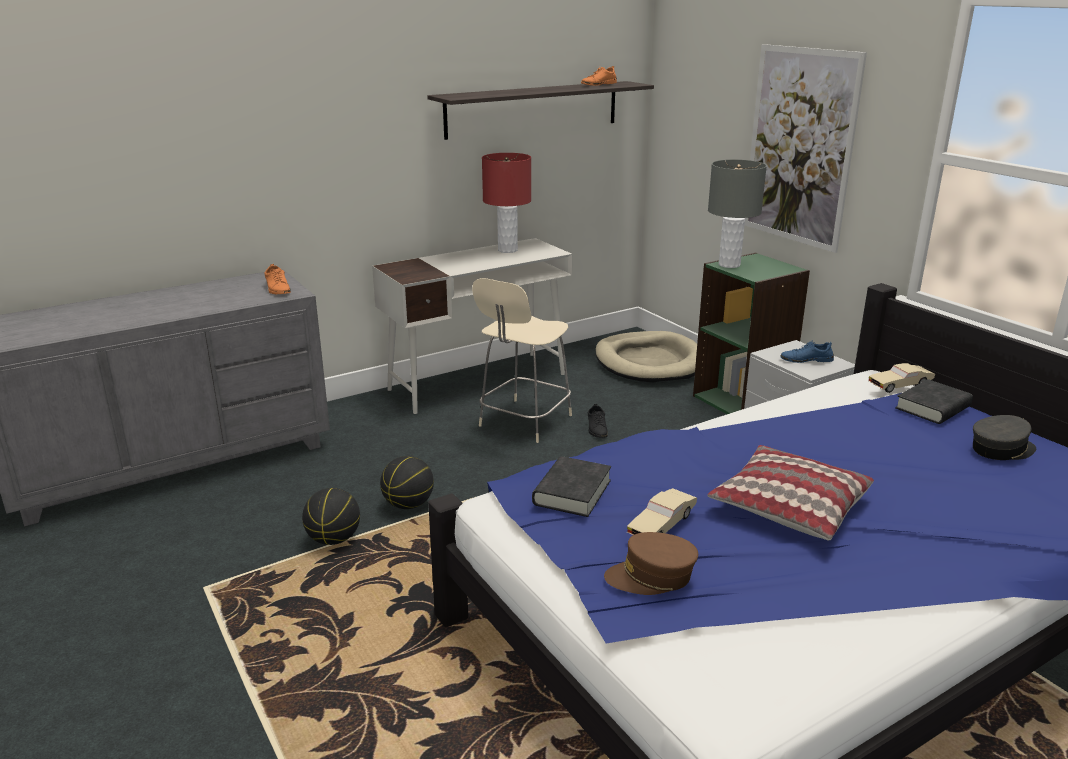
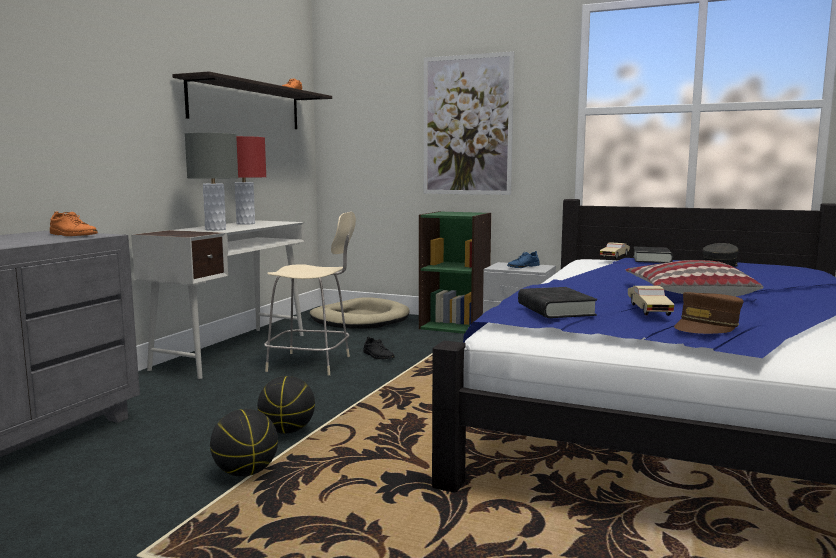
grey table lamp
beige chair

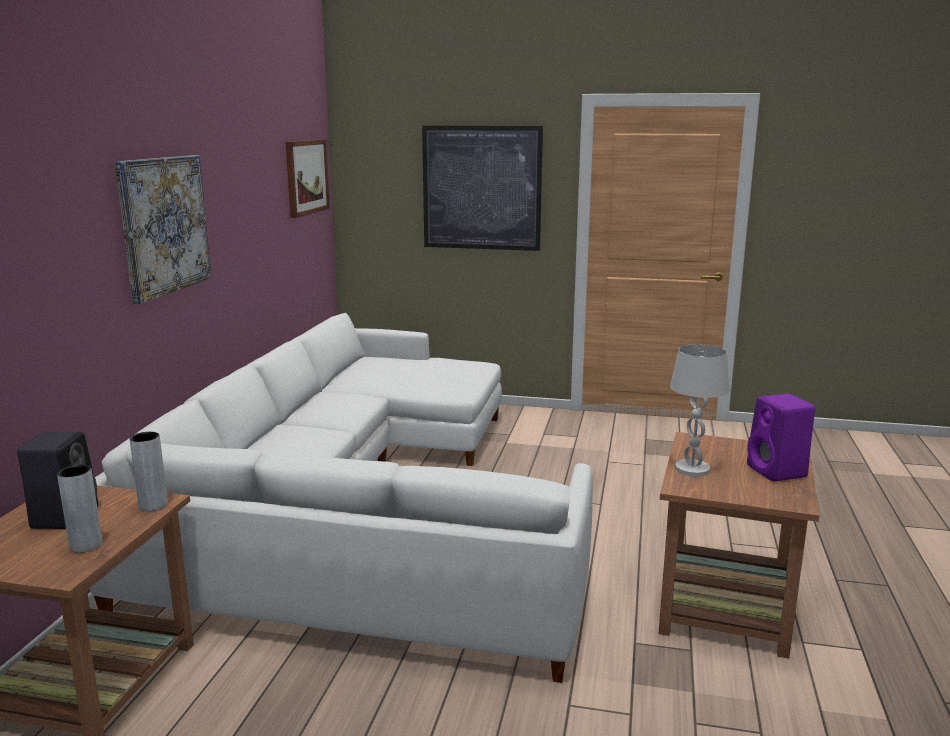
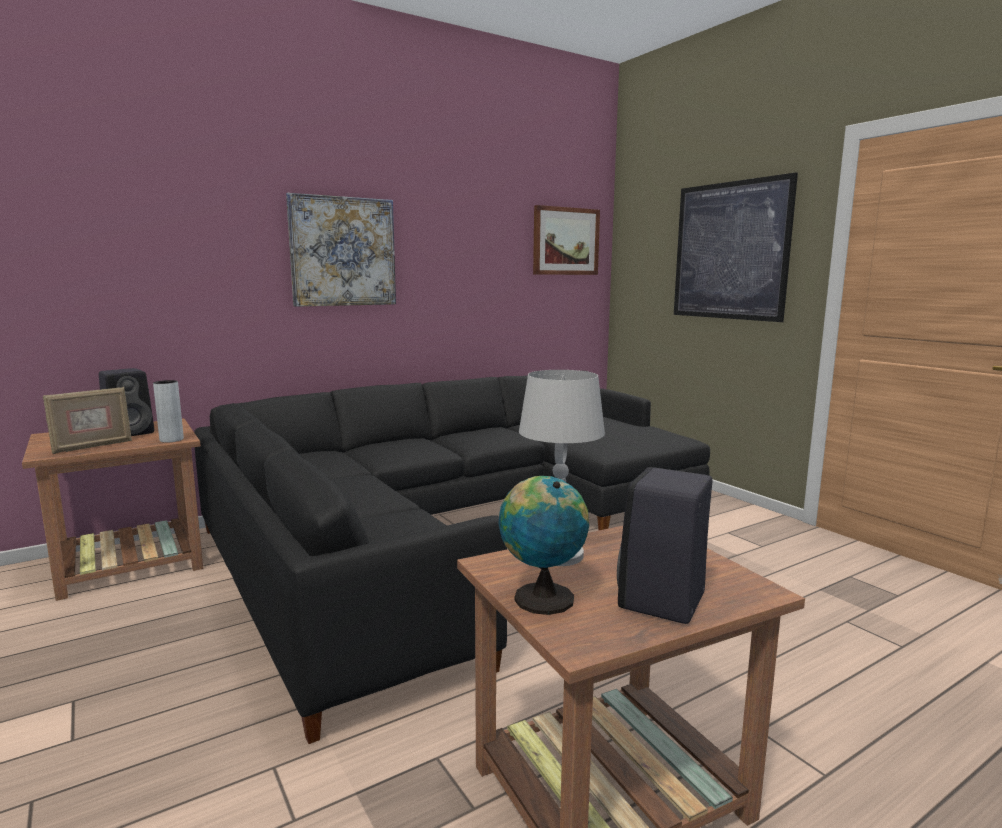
globe
picture frame
black sofa
black speaker (2nd from left)

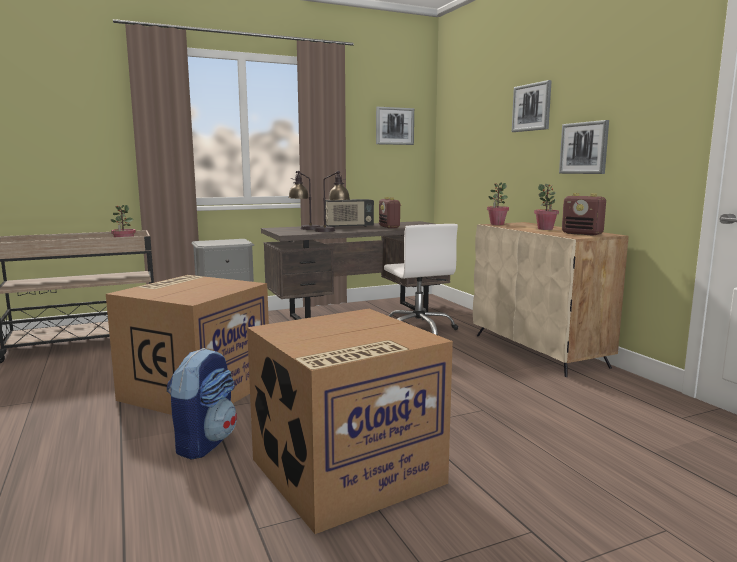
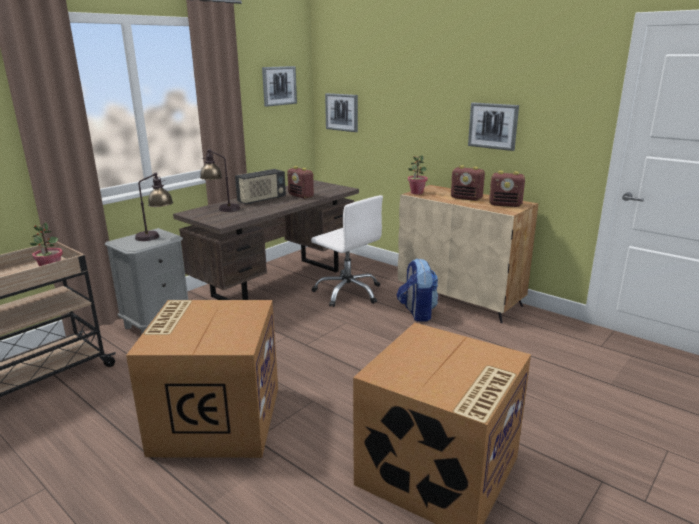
backpack
table lamp (1st from left)
picture (2nd from left)
radio (3rd from left)

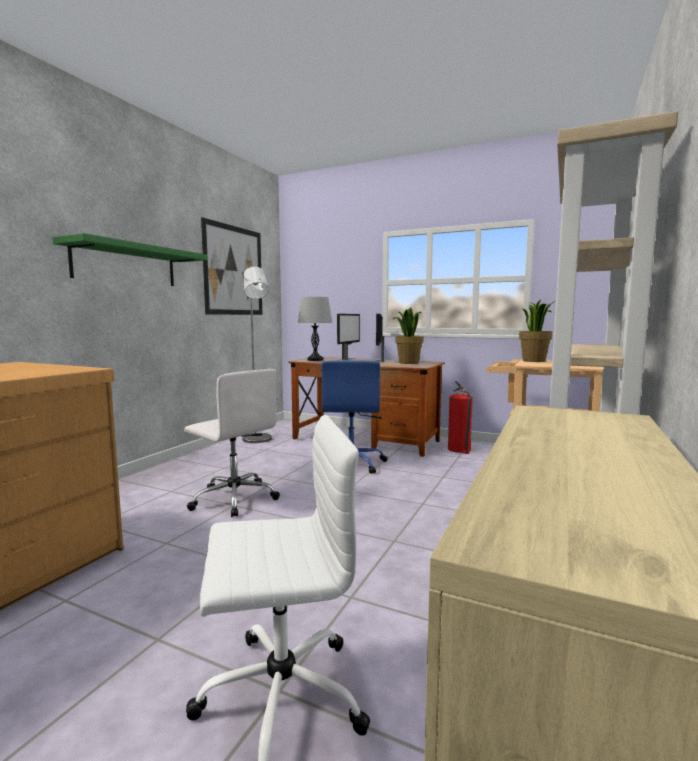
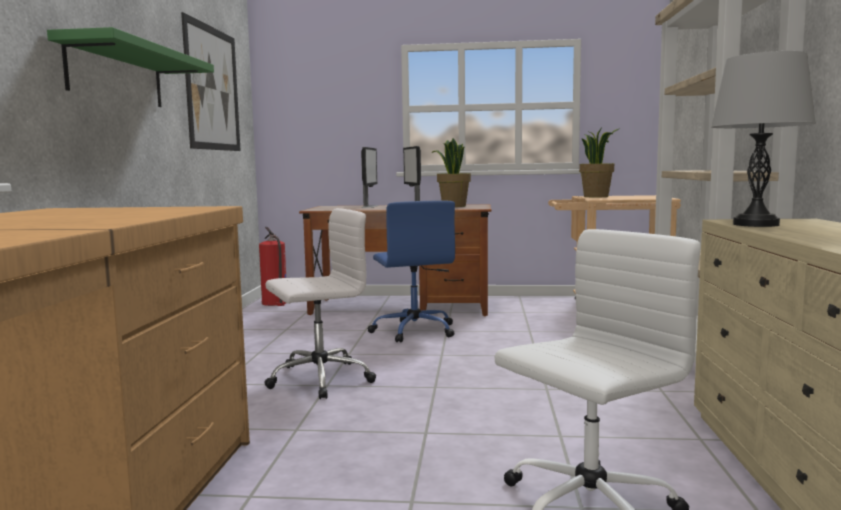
grey floor lamp
grey table lamp
fire extinguisher
white office chair (1st from left)

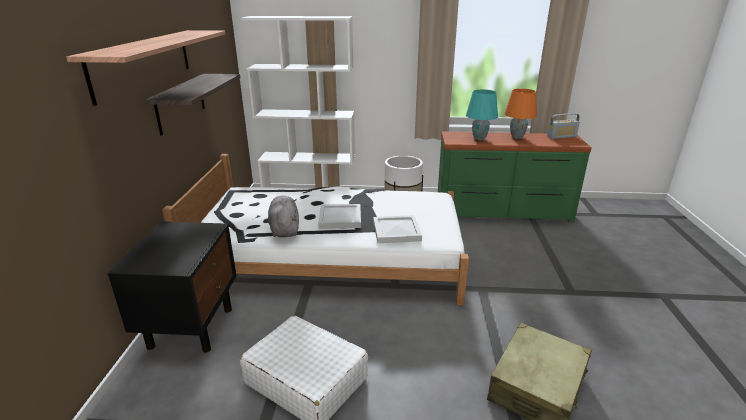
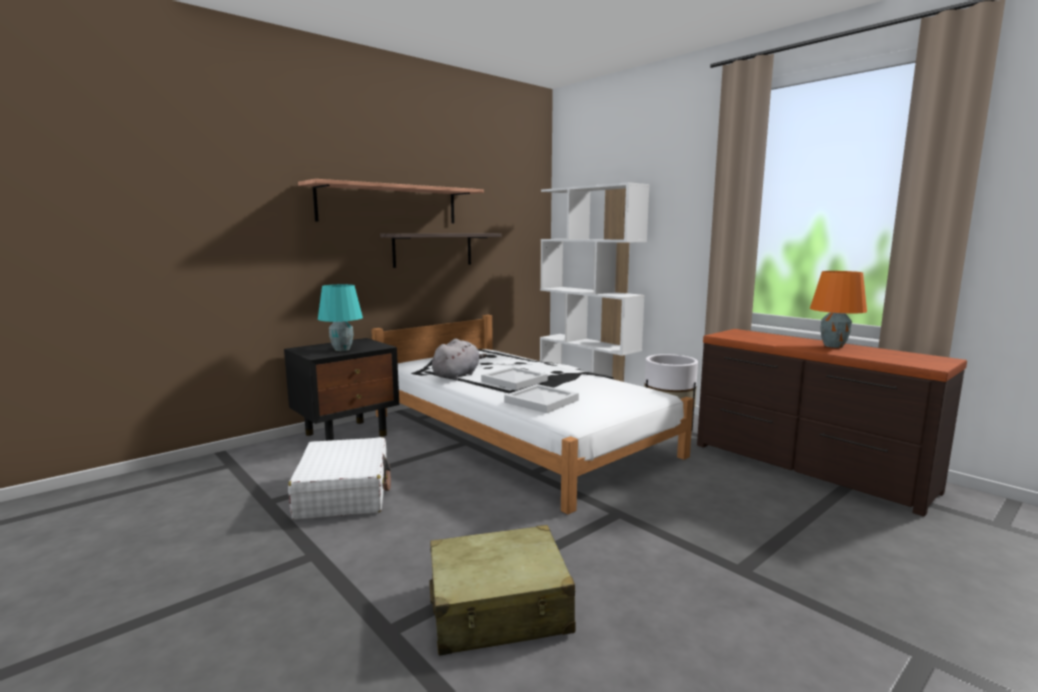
radio
turquoise table lamp
brown dresser

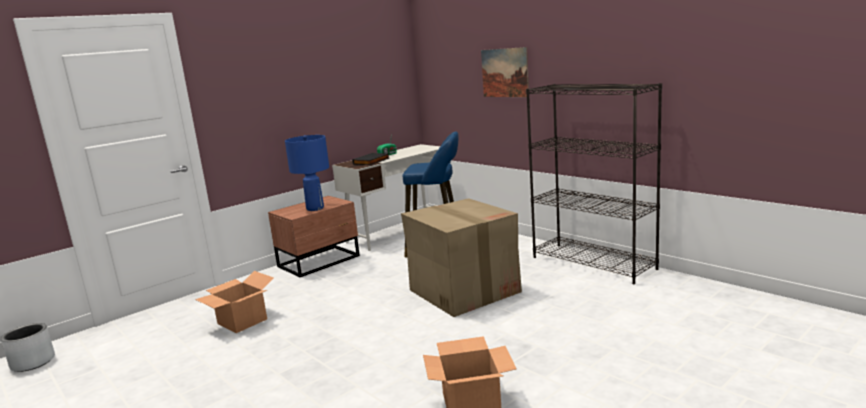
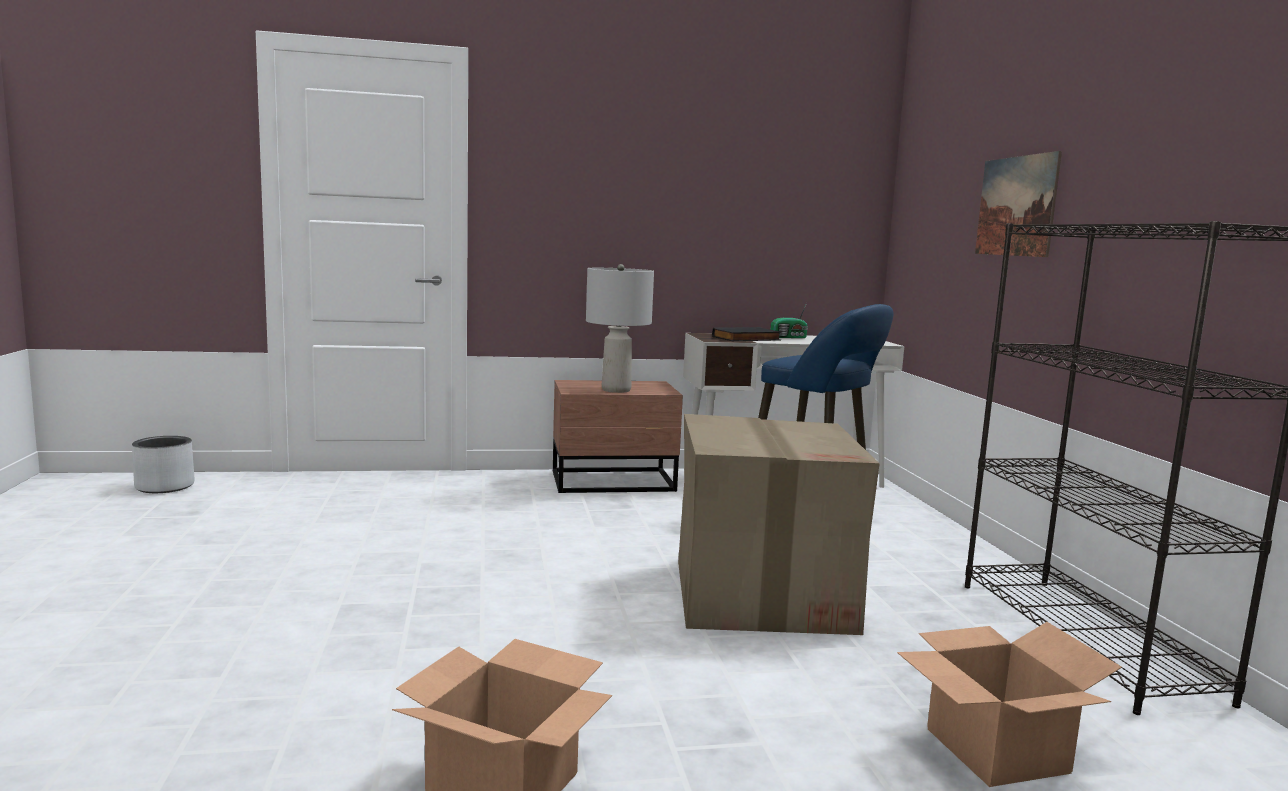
cardboard box (3rd from left)
grey table lamp

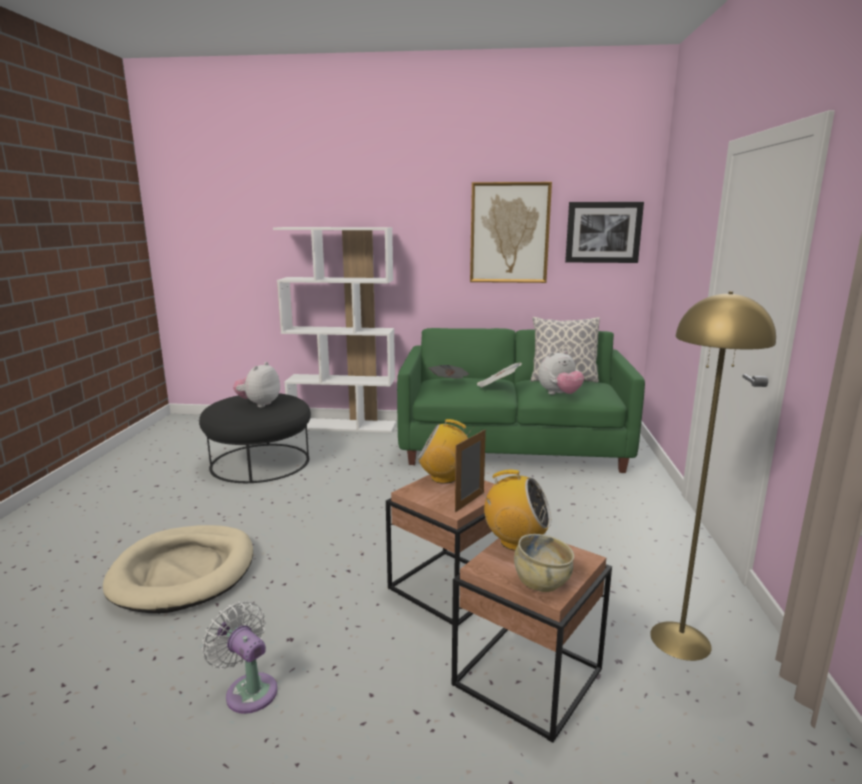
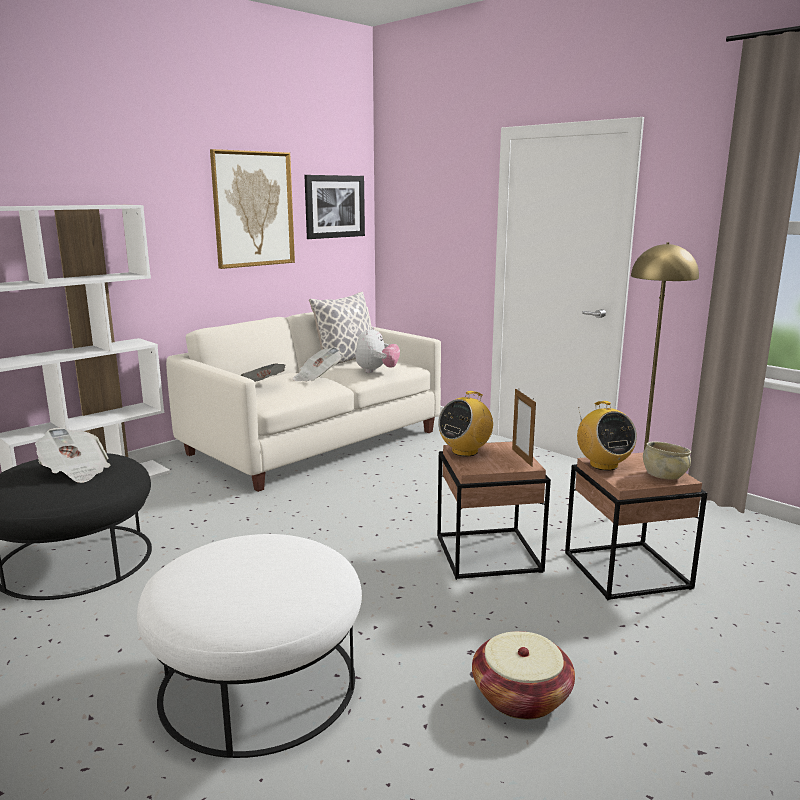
white ottoman
basket
newspaper (1st from left)
white sofa
radio (2nd from left)

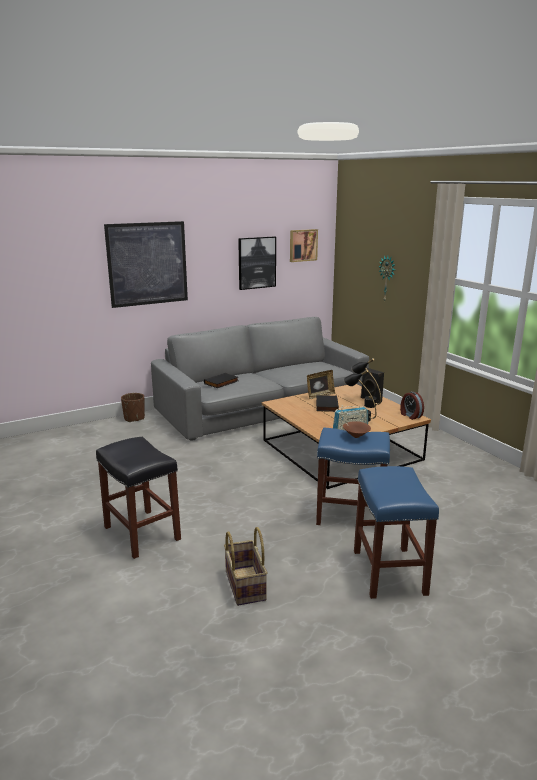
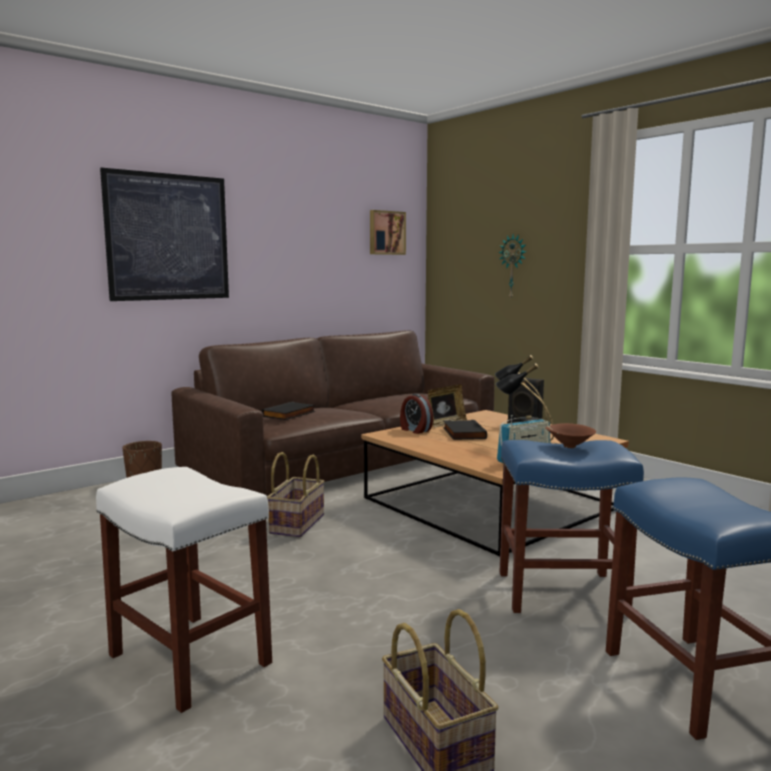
picture (2nd from left in the first image)
basket (1st from left)
alarm clock
white stool
brown sofa

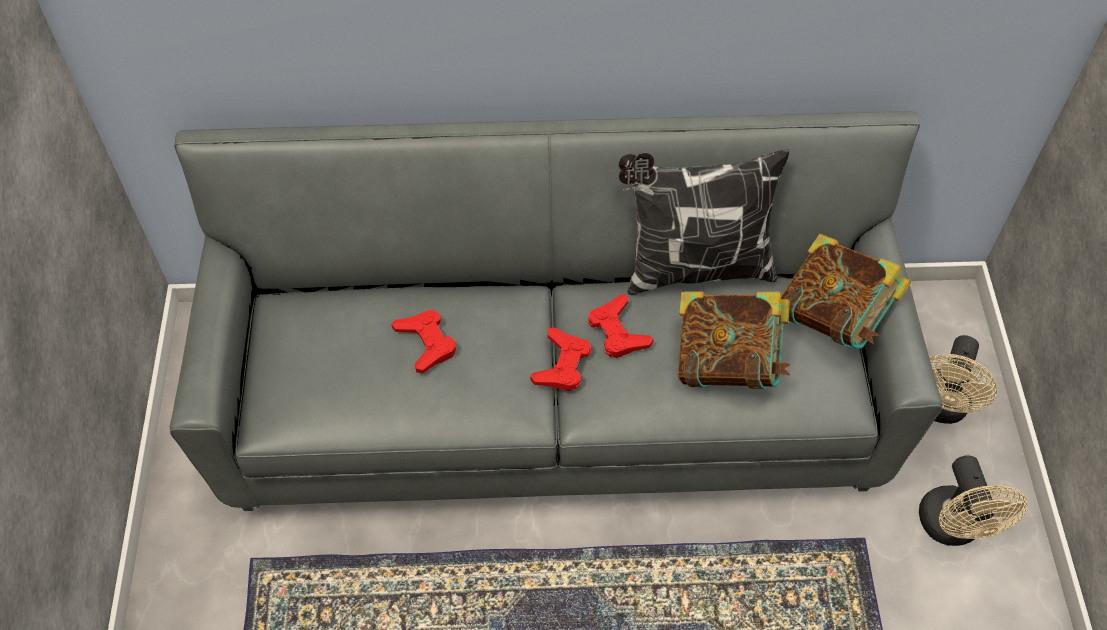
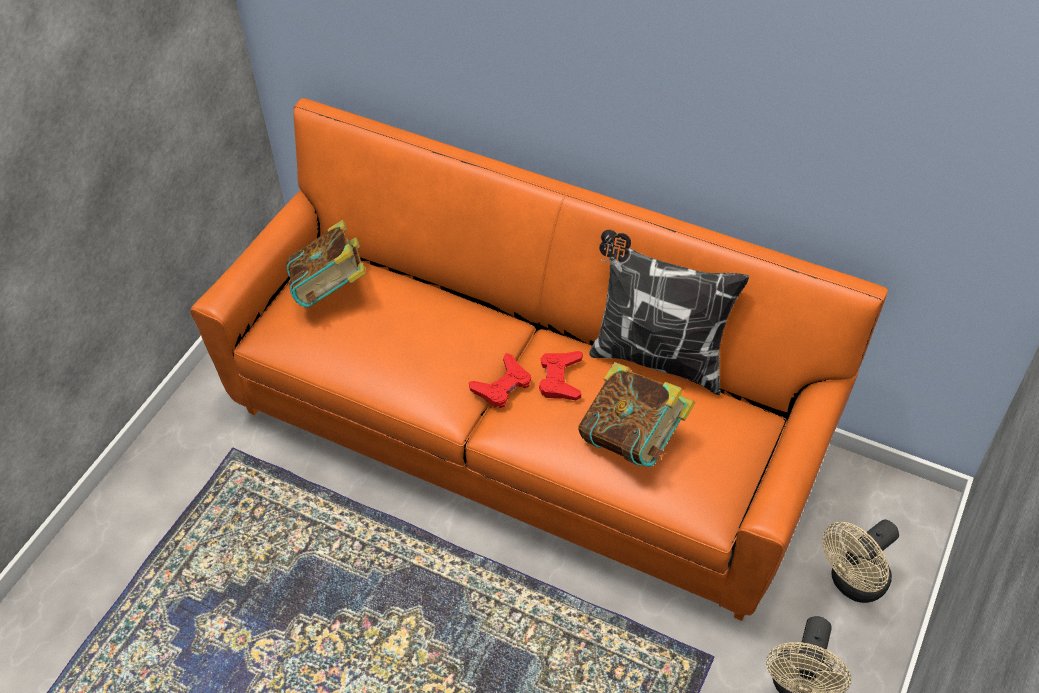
red game controller (1st from left in the first image)
book (1st from left)
orange sofa

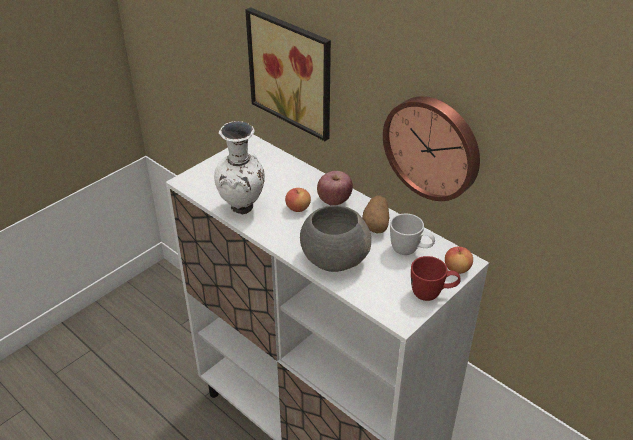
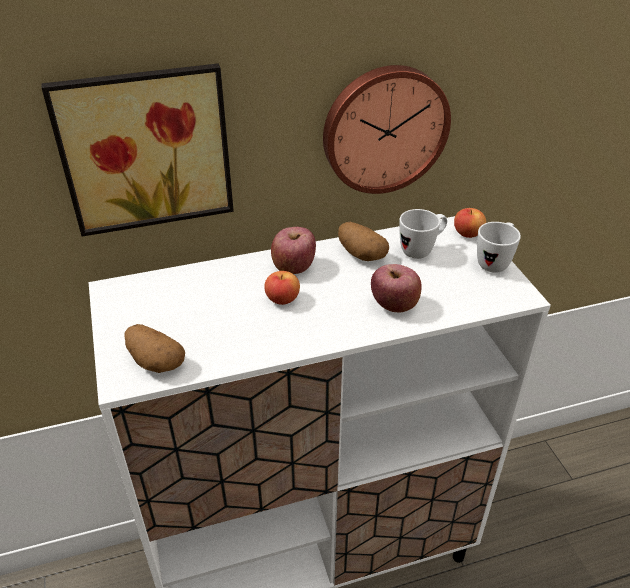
white vase
potato (1st from left)
apple (3rd from left)
white mug (2nd from left)

